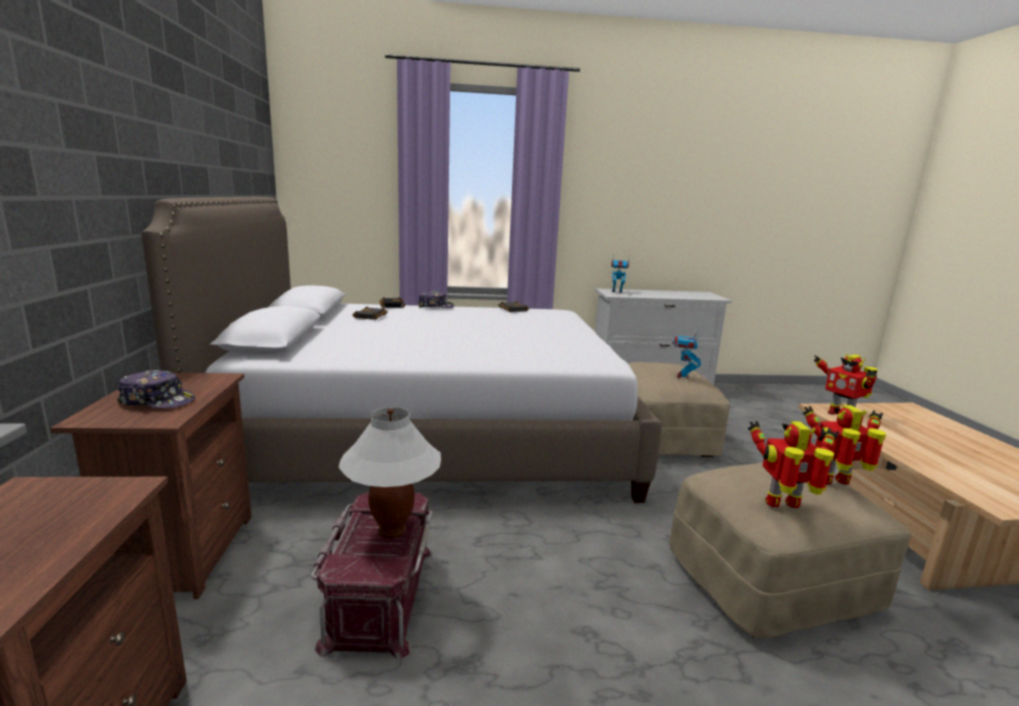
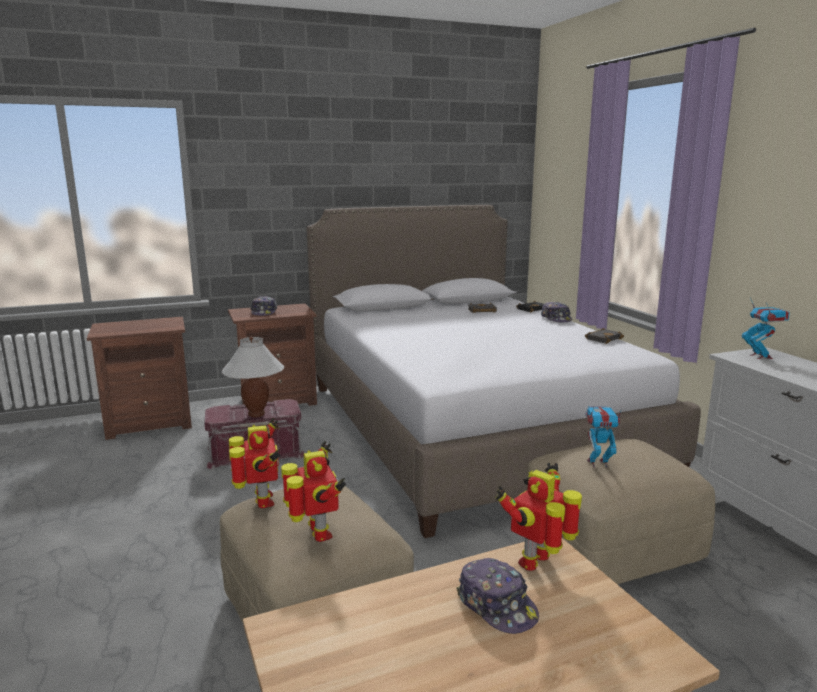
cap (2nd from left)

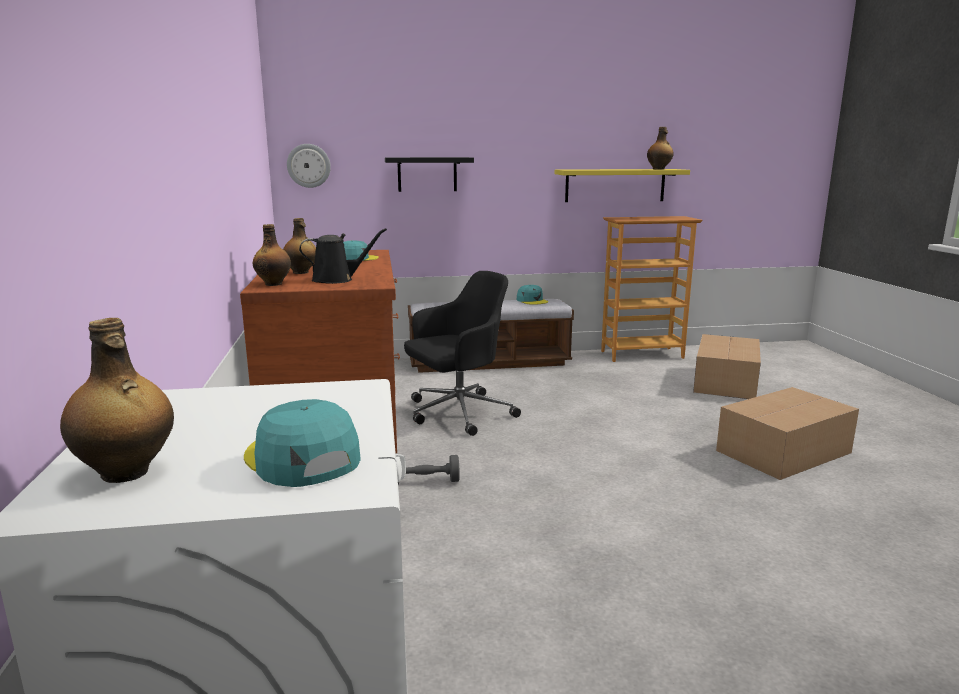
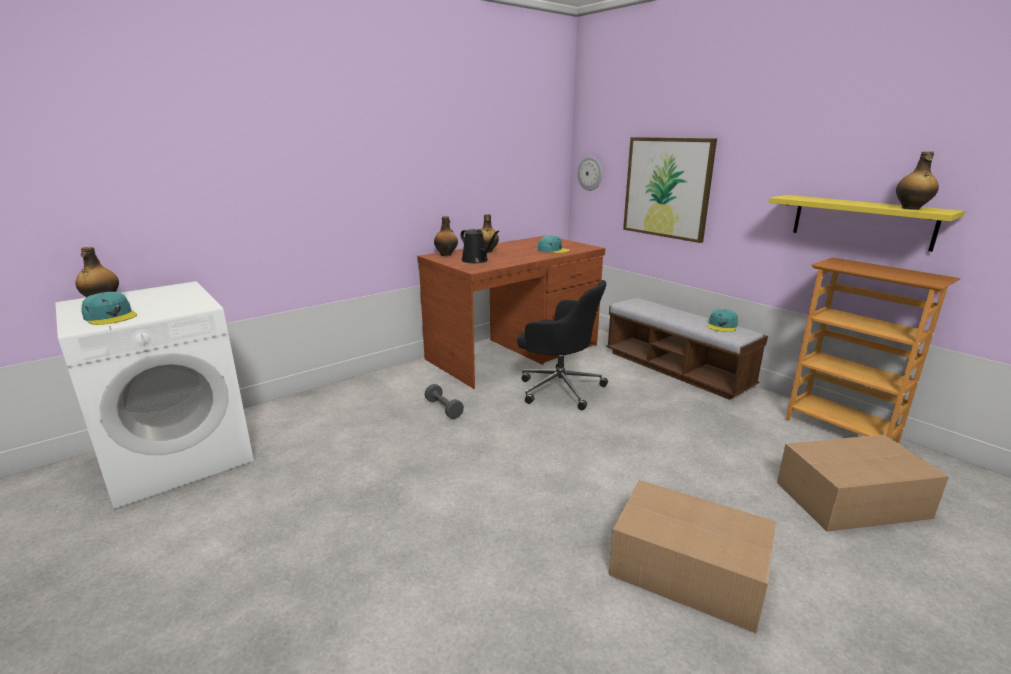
picture
turquoise cap (1st from left)

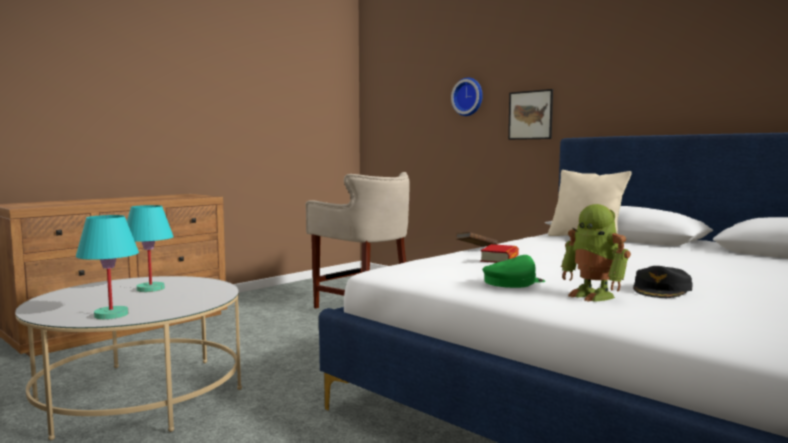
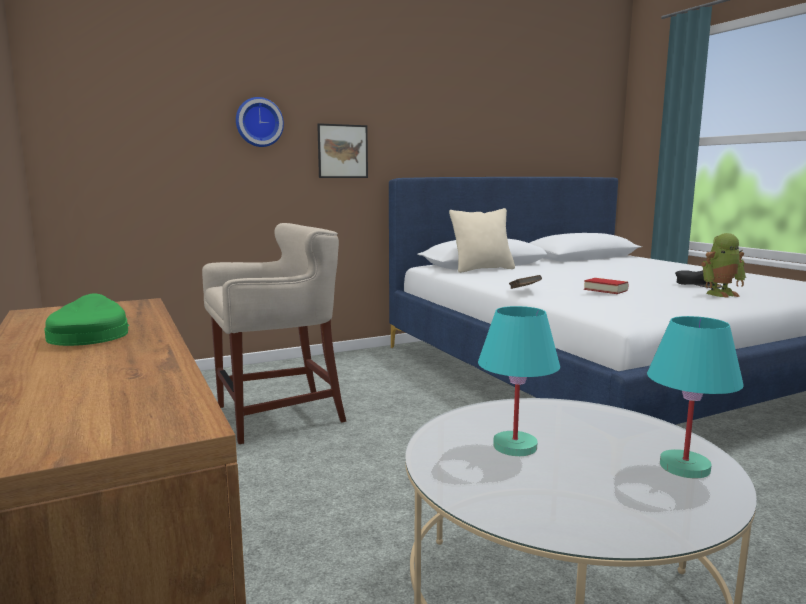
green cap

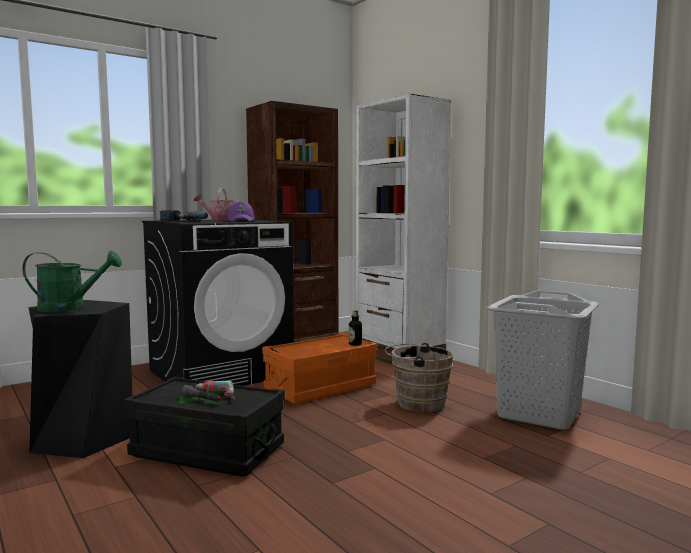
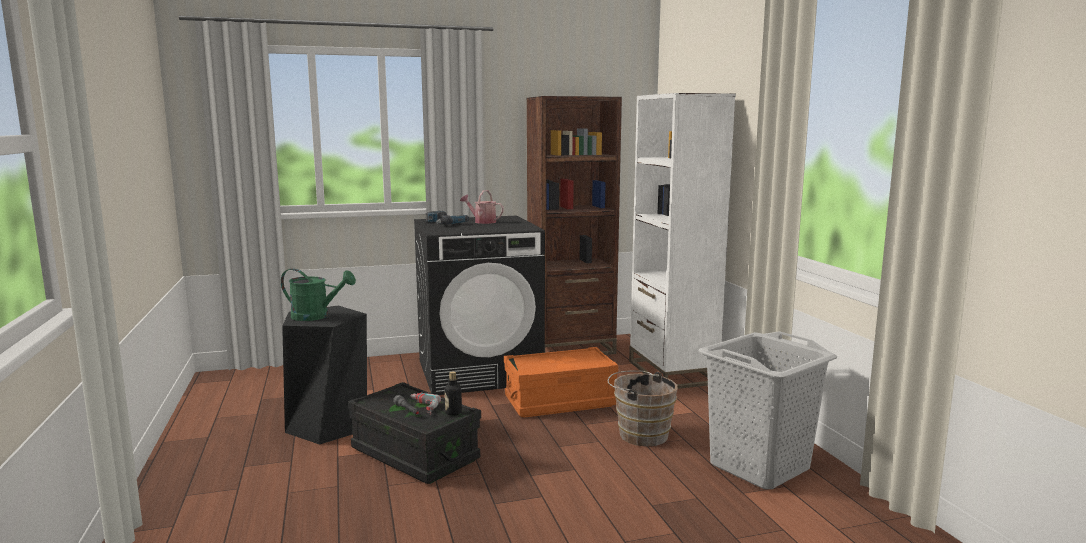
purple cap
bottle

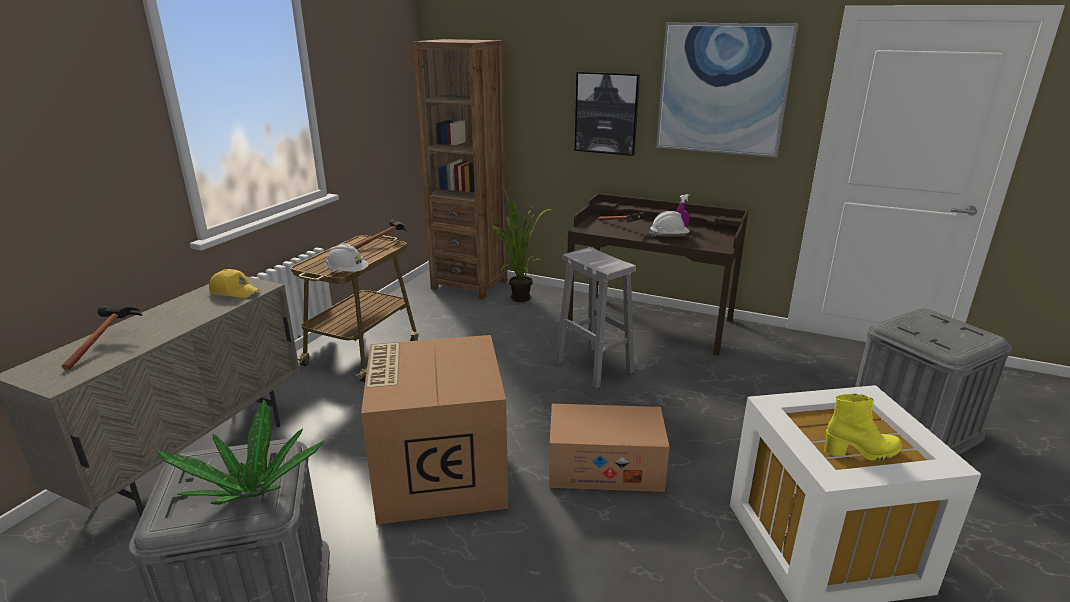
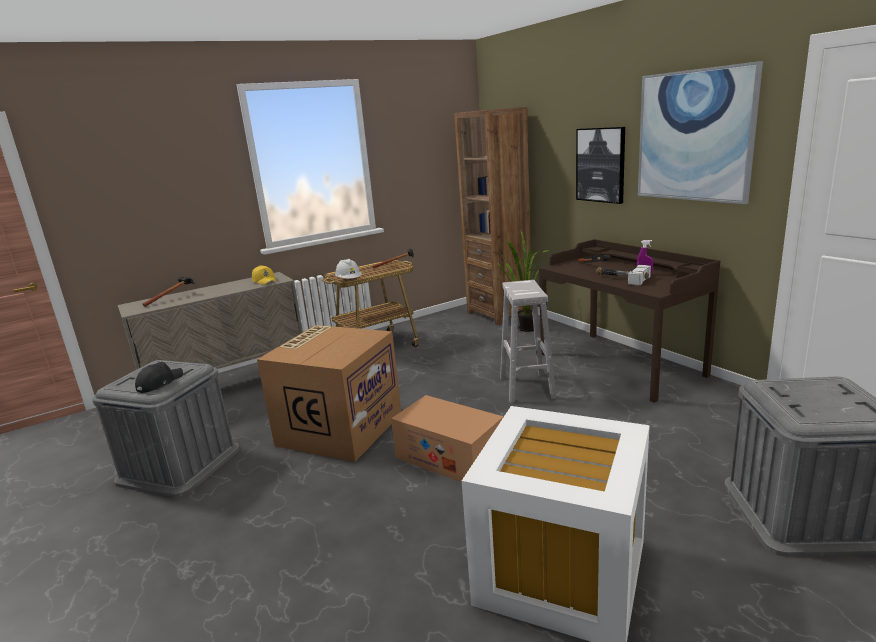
yellow boot
black cap
hammer (4th from left)

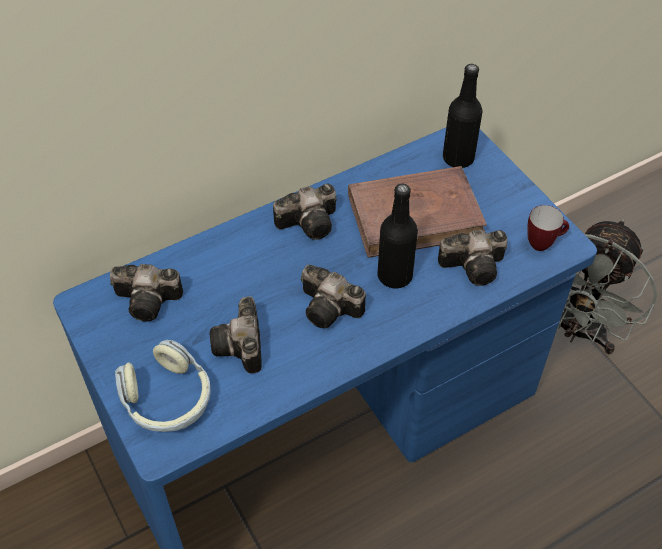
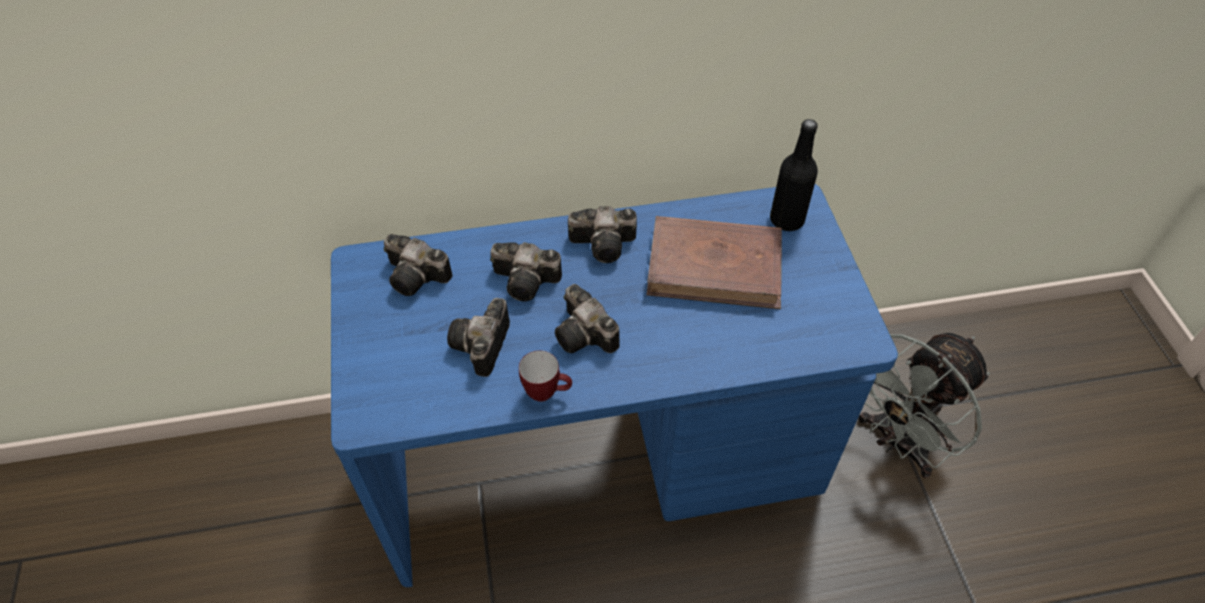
headphones
black bottle (1st from left in the first image)
photo camera (3rd from left)
mug

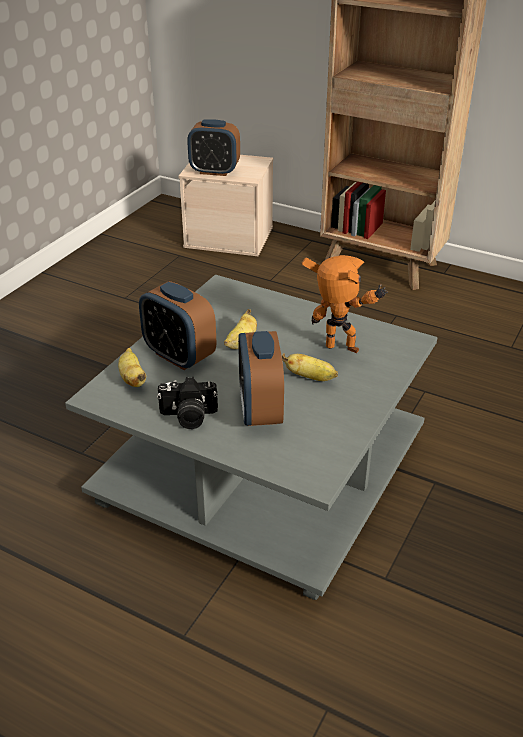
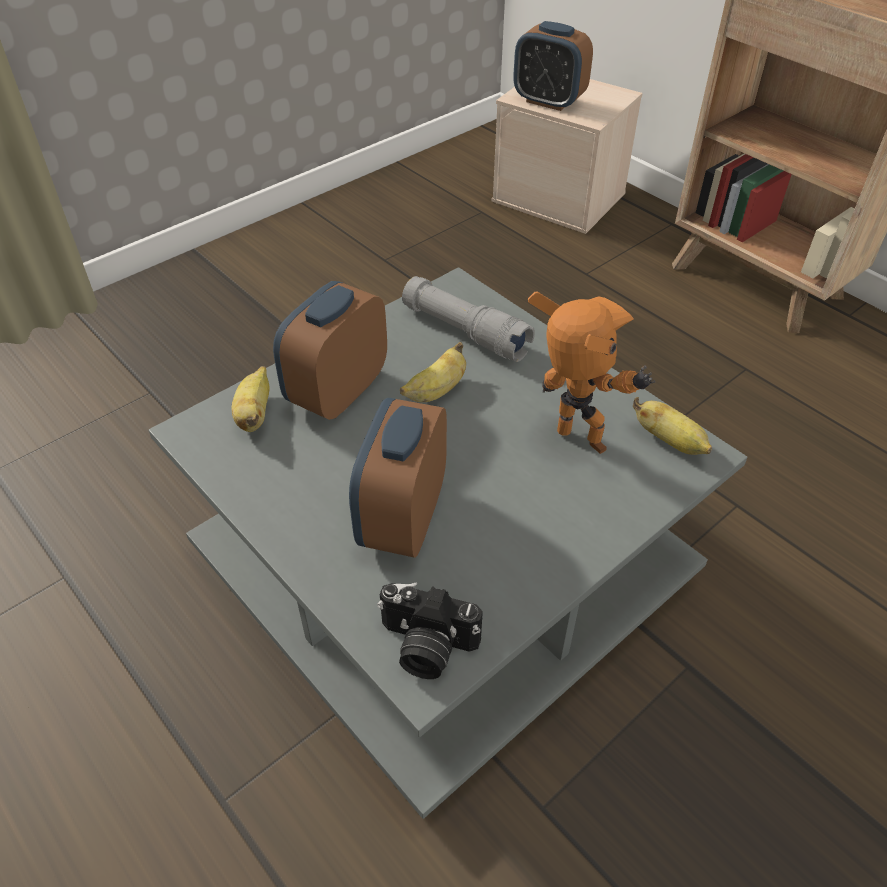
grey flashlight
photo camera
banana (3rd from left)
alarm clock (1st from left)

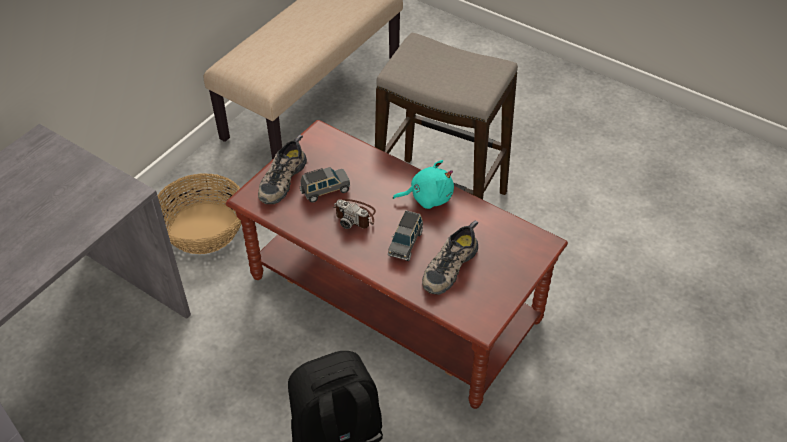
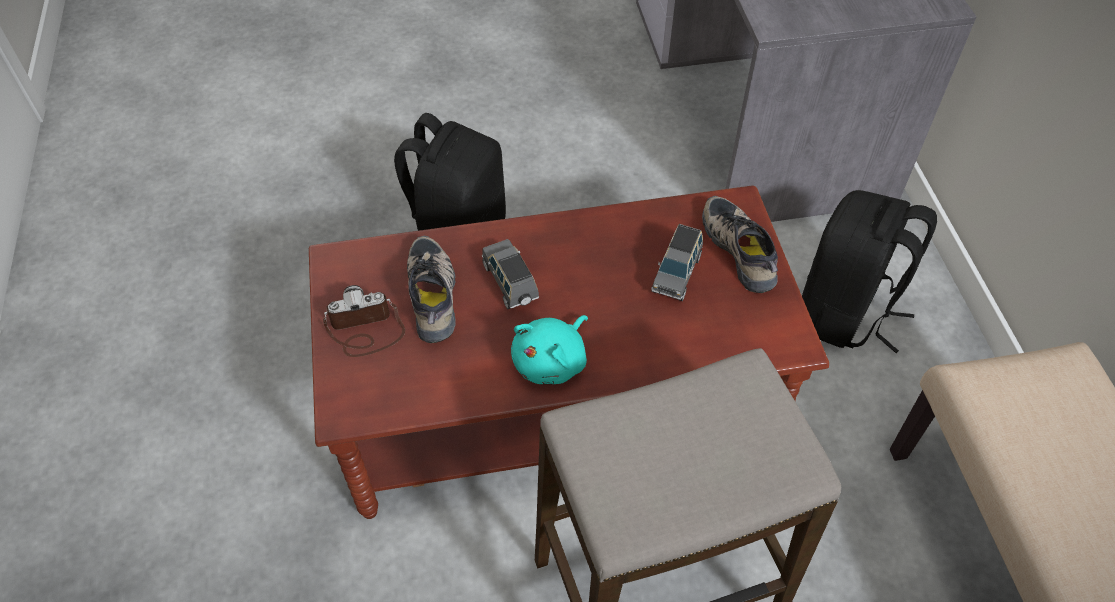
photo camera
black backpack (2nd from left)

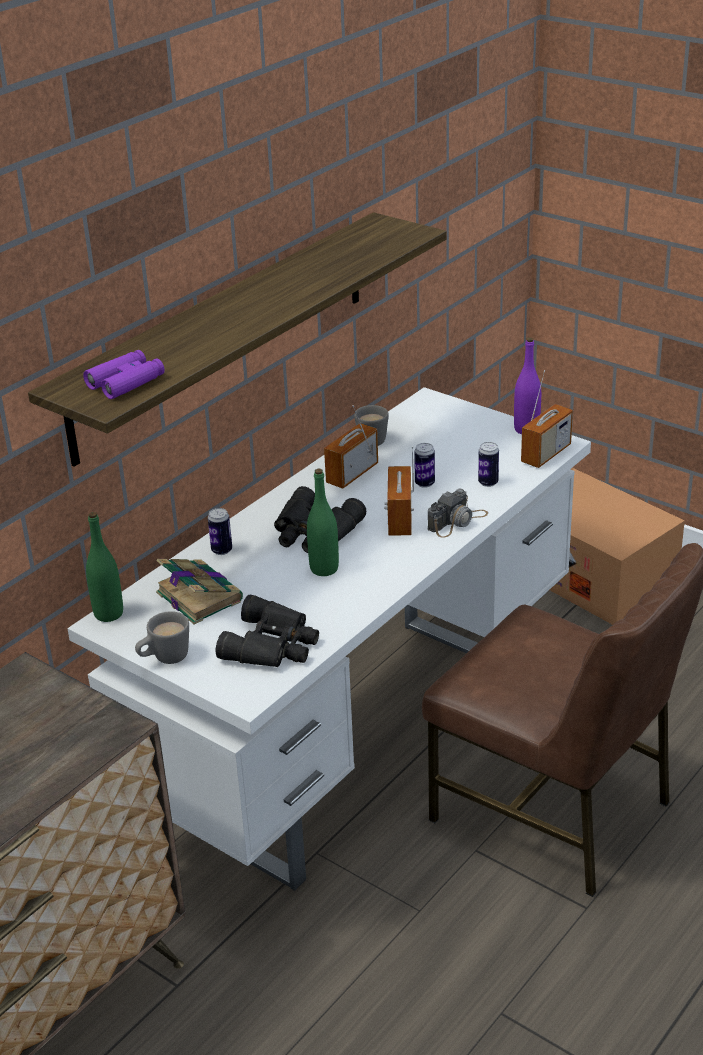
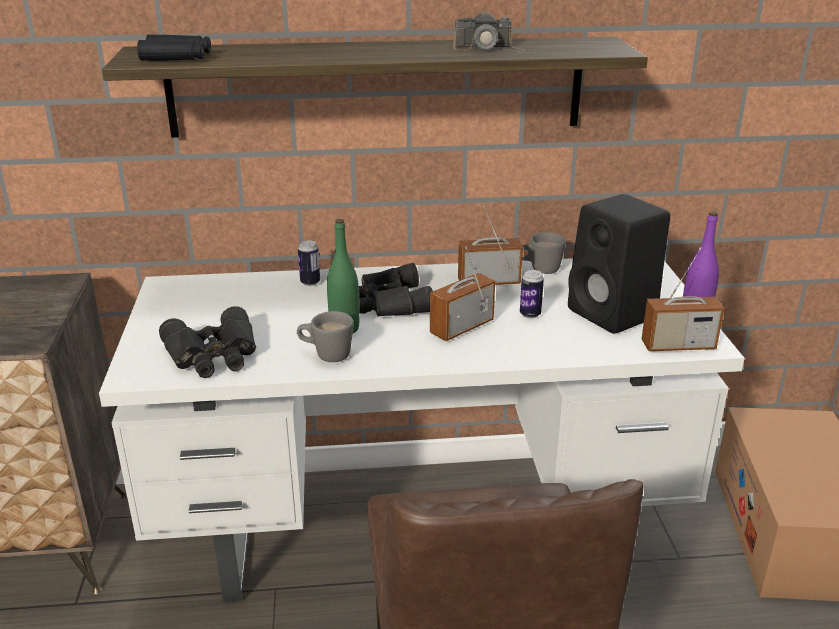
green bottle (1st from left in the first image)
book
can (3rd from left in the first image)
black speaker
grey mug (1st from left)
photo camera
black binoculars (1st from left)

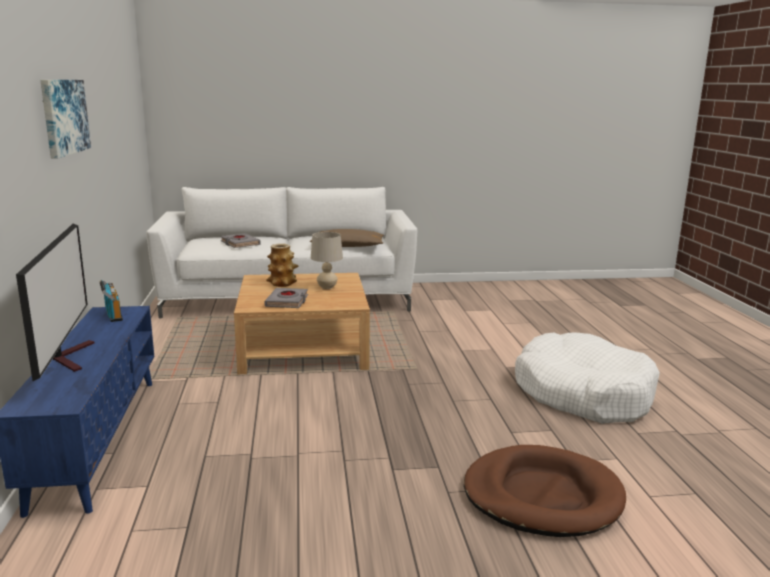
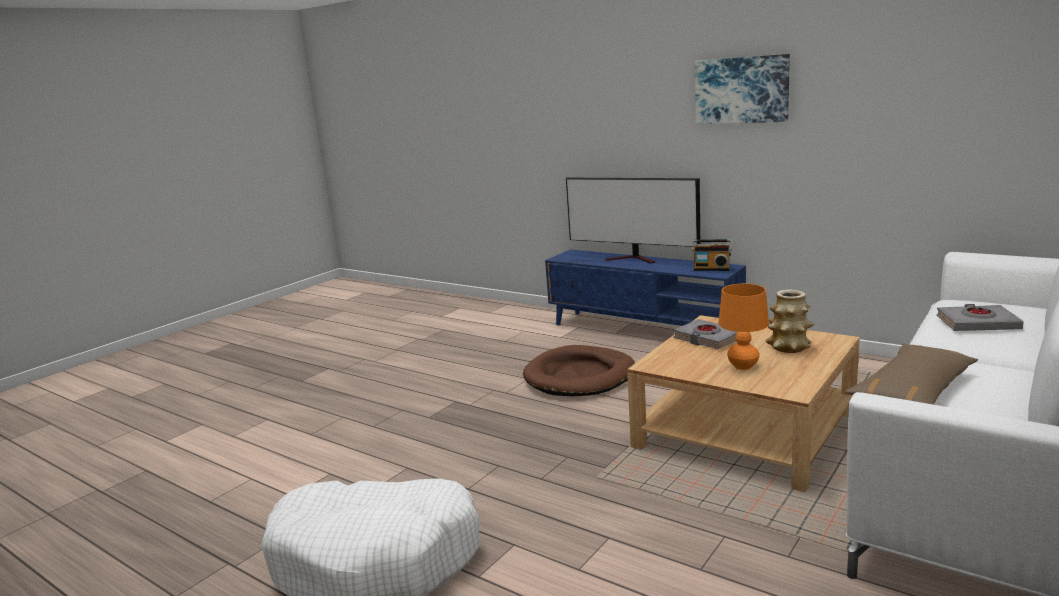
brown dog bed
orange table lamp

